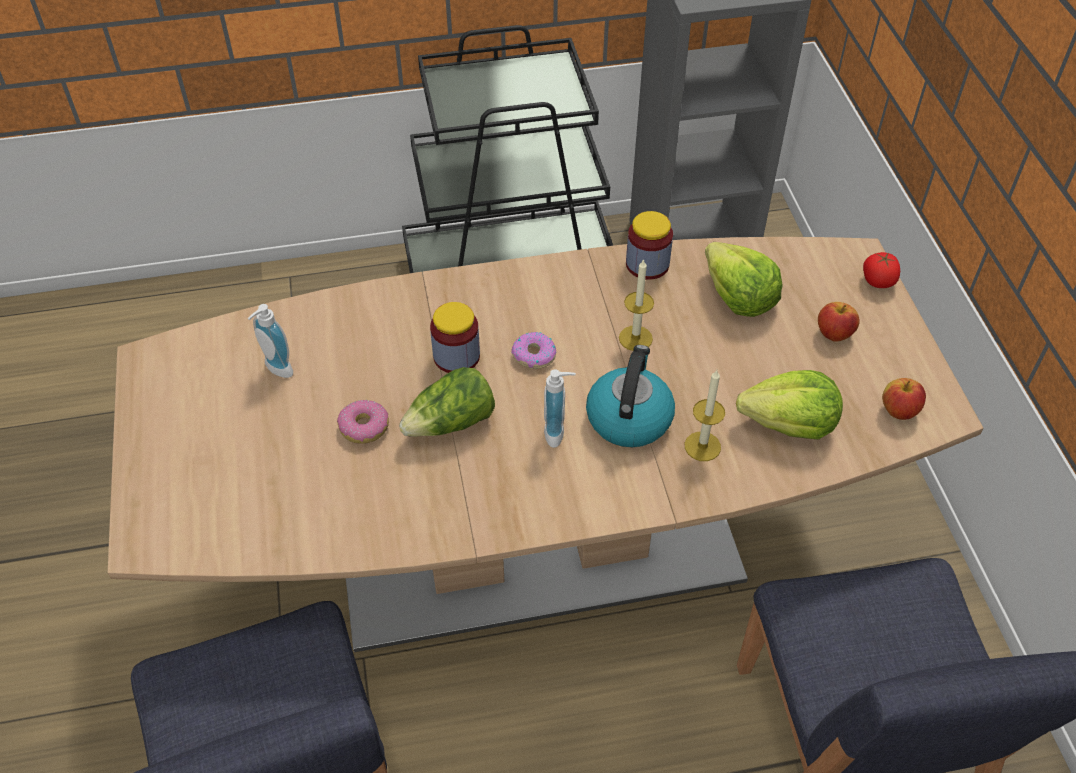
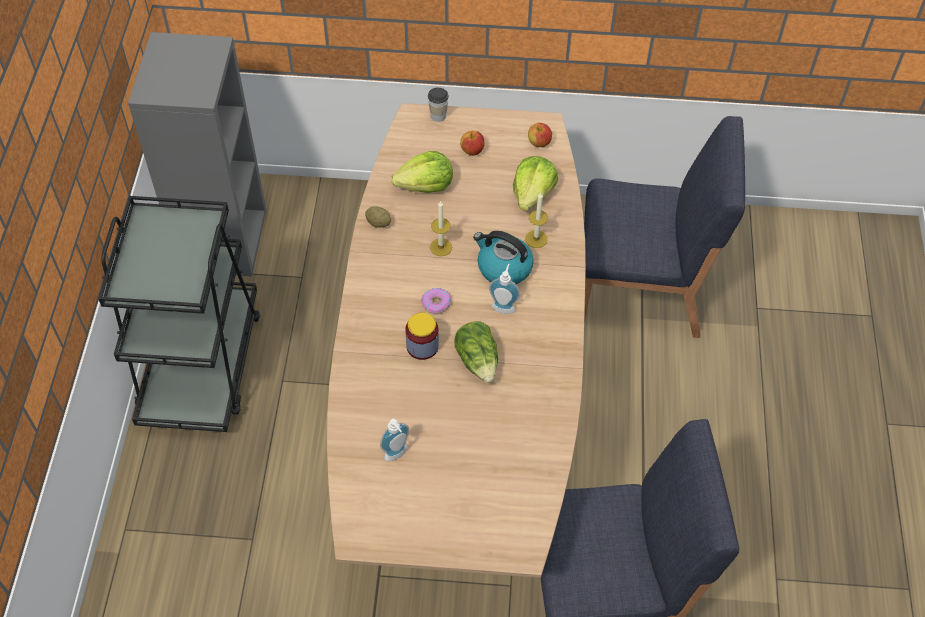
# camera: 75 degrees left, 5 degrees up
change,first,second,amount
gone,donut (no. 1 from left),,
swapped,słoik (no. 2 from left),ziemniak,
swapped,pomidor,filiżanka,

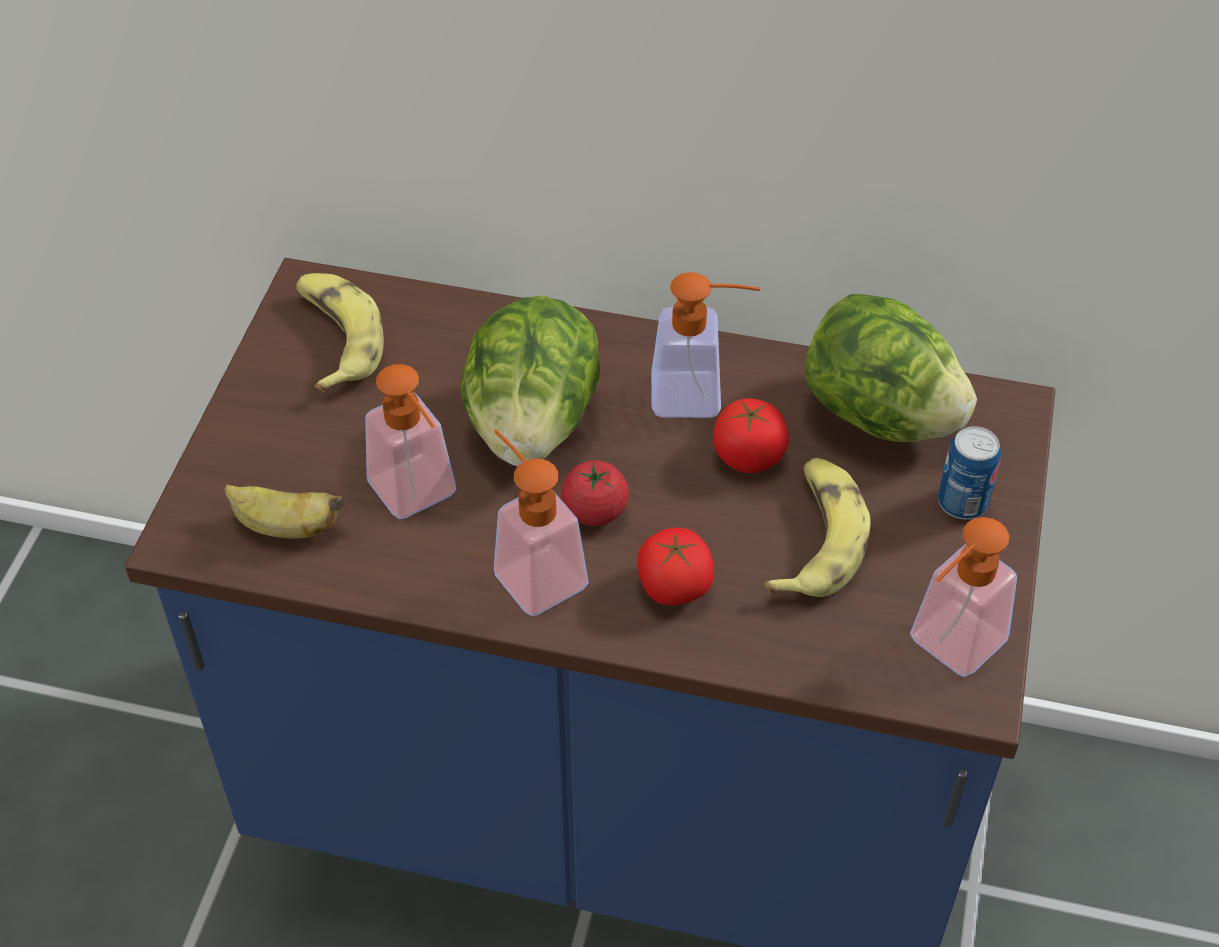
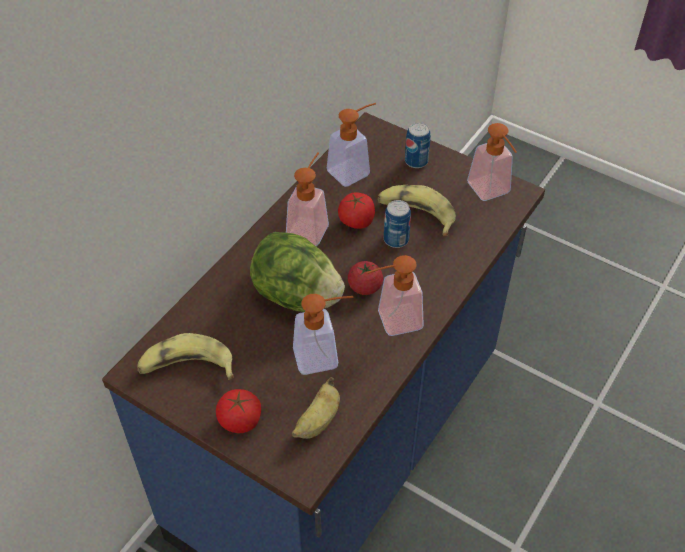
# camera: 70 degrees left, 0 degrees up
change,first,second,amount
new,,puszka (no. 1 from left),
shifted,pomidor (no. 2 from left in the first image),pomidor (no. 1 from left),
swapped,sałata (no. 2 from left),dozownik mydła (no. 3 from left),

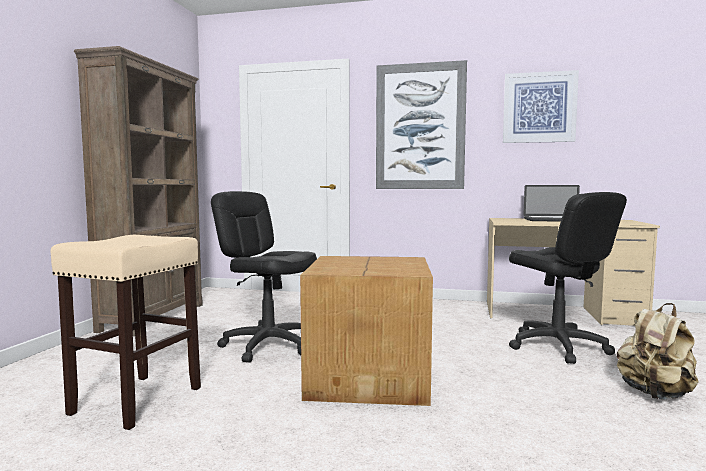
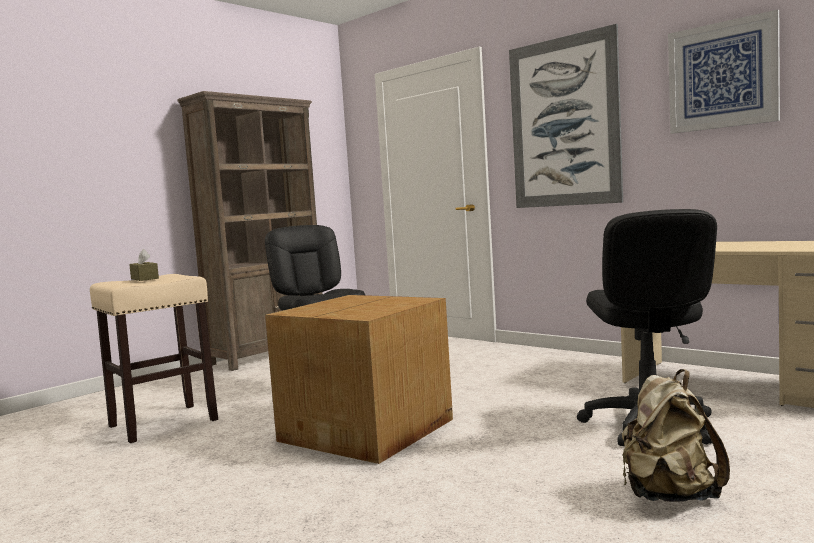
# camera: 30 degrees right, 0 degrees up
change,first,second,amount
gone,laptop,,
new,,pudełko chusteczek (brązowy),

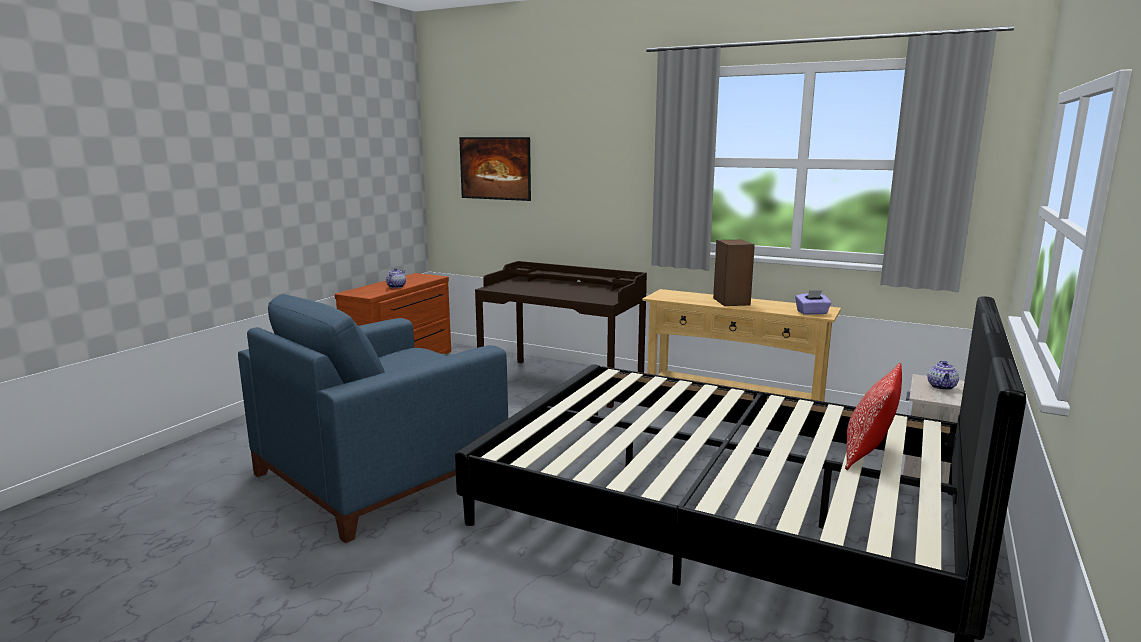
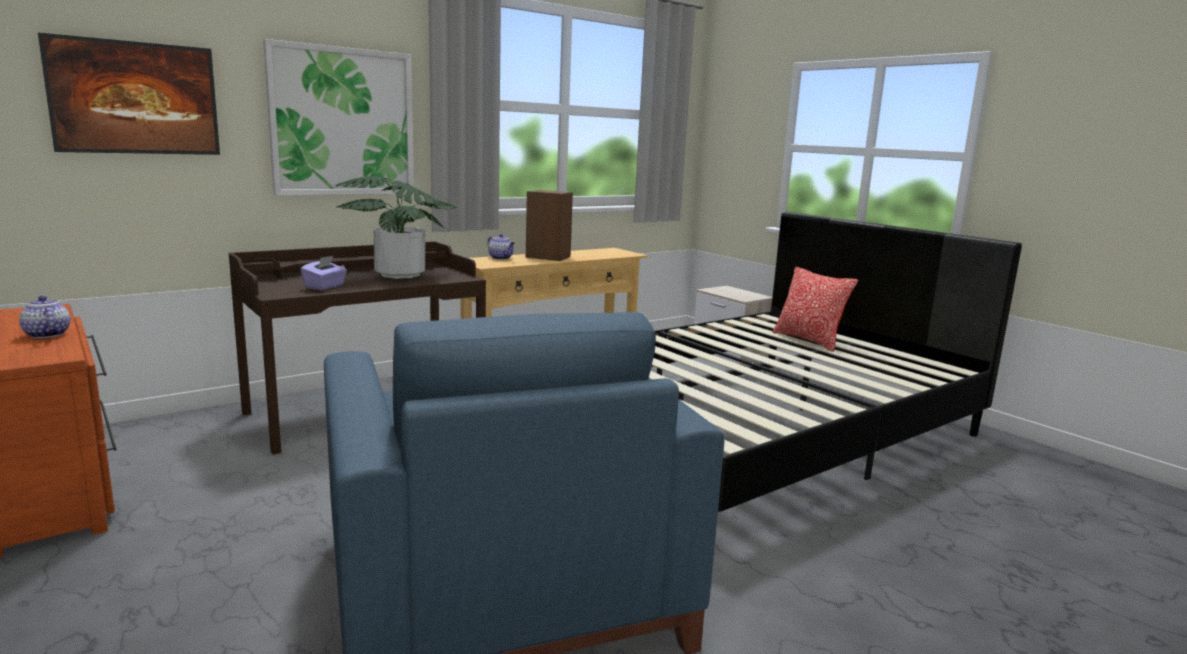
# camera: 65 degrees left, 0 degrees up
change,first,second,amount
new,,obraz (no. 2 from left),
new,,roślina doniczkowa,
shifted,pudełko chusteczek (fioletowy),,
shifted,imbryk (no. 2 from left),,

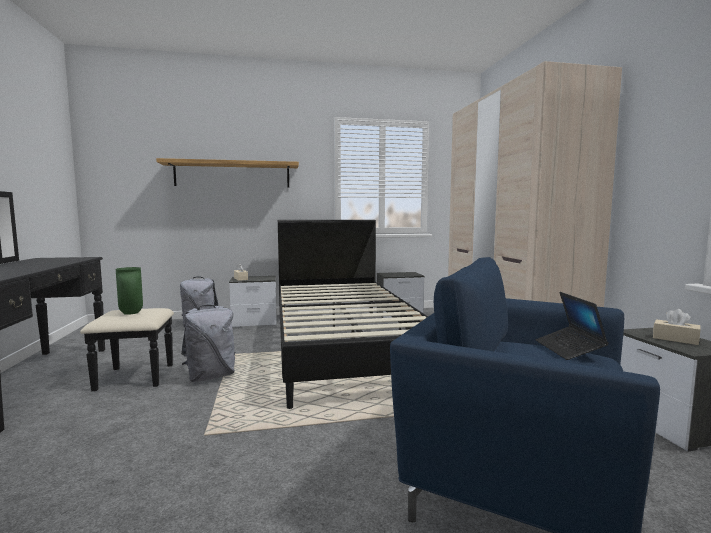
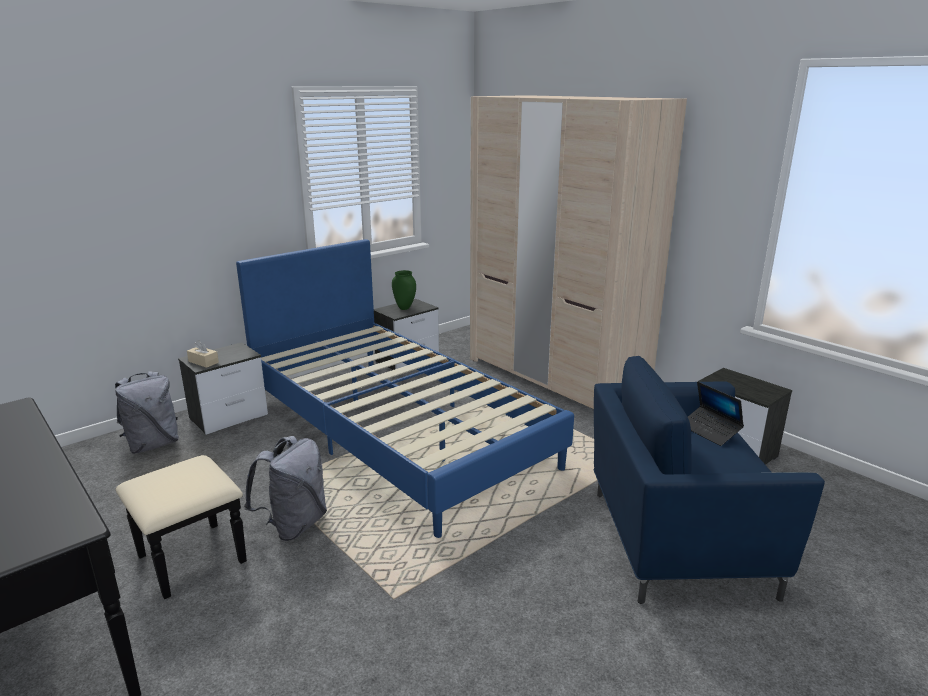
# camera: 30 degrees left, 15 degrees up
change,first,second,amount
gone,półka,,
gone,pudełko chusteczek (beżowy) (no. 2 from left),,
shifted,wazon (zielony),,
repainted,łóżko (czarny),łóżko (niebieski),

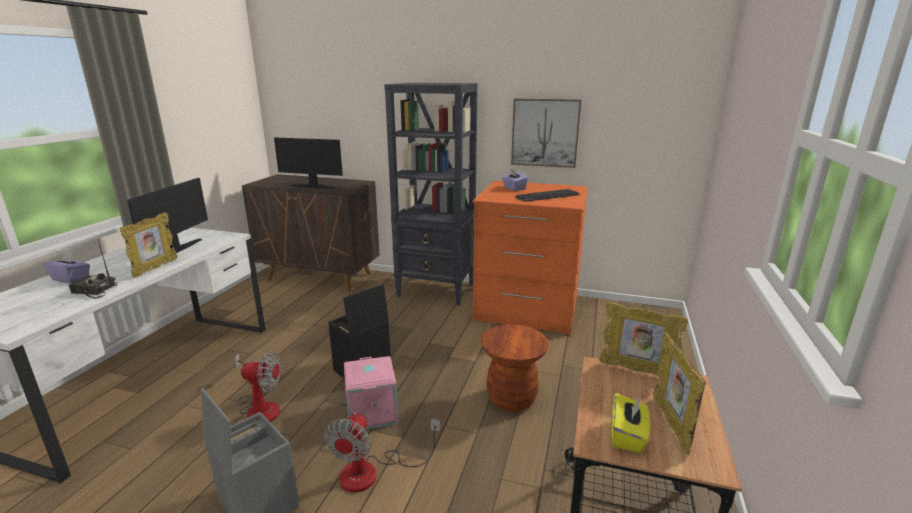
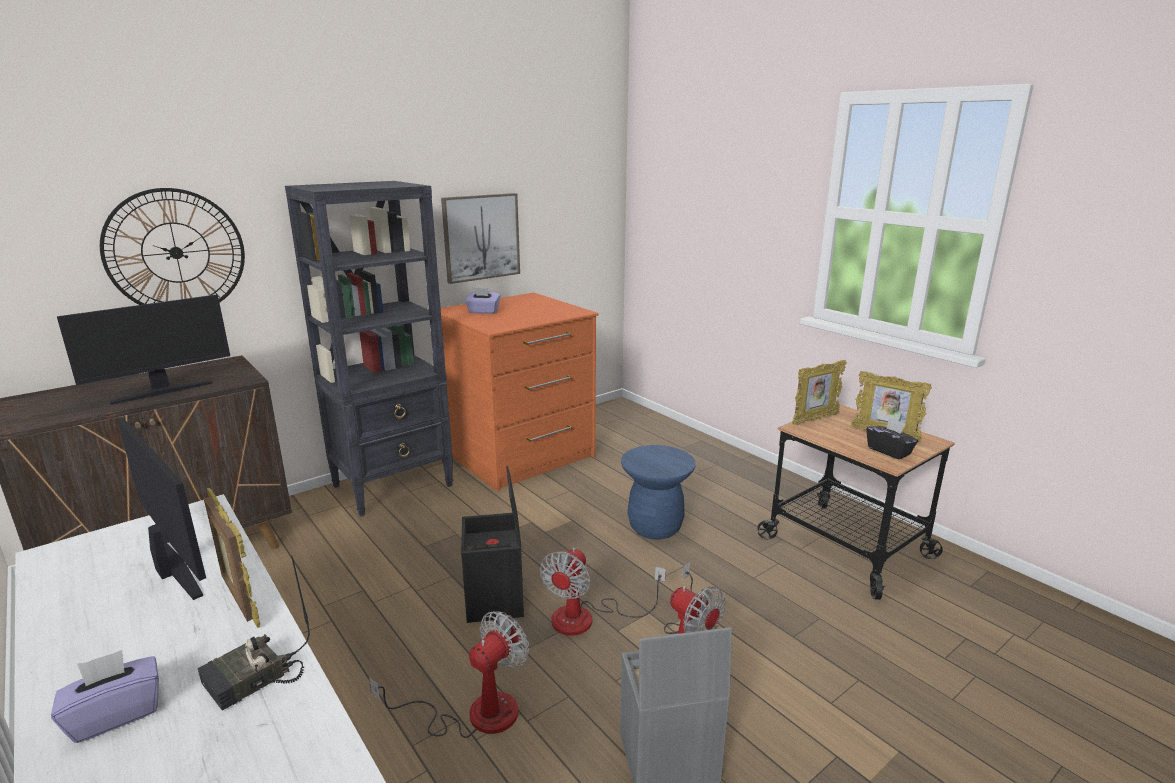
# camera: 55 degrees left, 0 degrees up
change,first,second,amount
gone,klawiatura,,
new,,zegar ścienny,
swapped,pojemnik do przechowywania (różowy),wentylator (no. 2 from left),
repainted,stołek (brązowy),stołek (niebieski),
repainted,pudełko chusteczek (żółty),pudełko chusteczek (czarny),

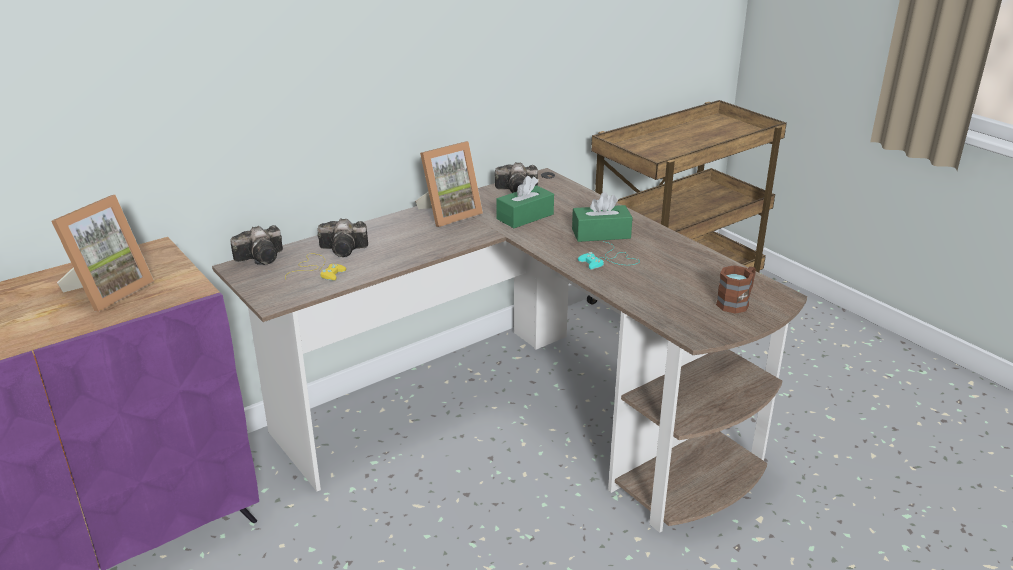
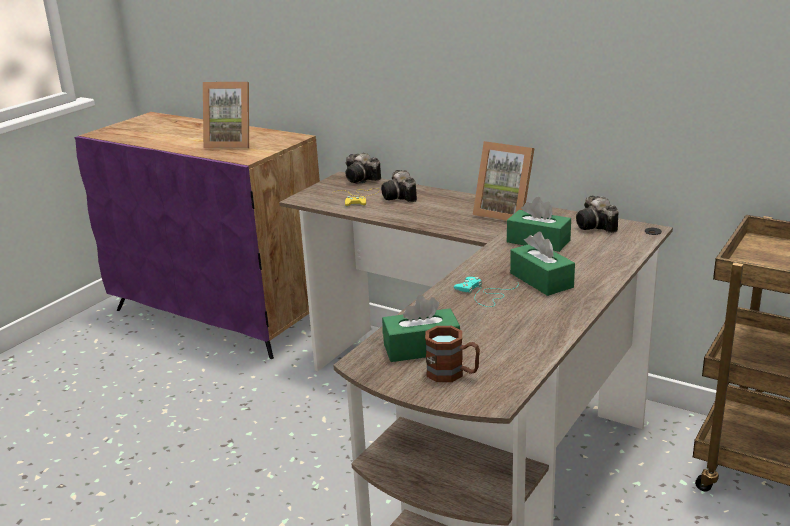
# camera: 70 degrees right, 5 degrees down
change,first,second,amount
new,,pudełko chusteczek (zielony) (no. 1 from left),

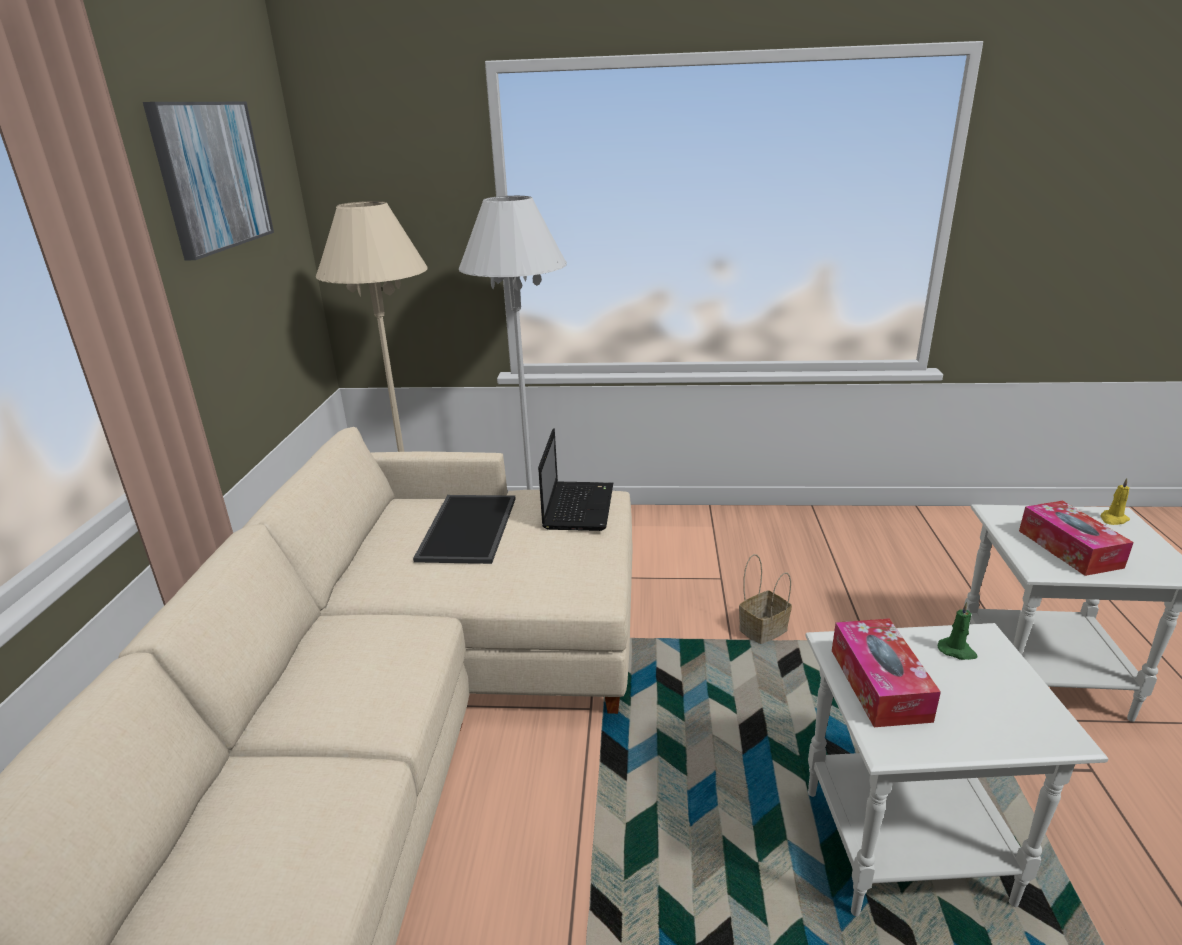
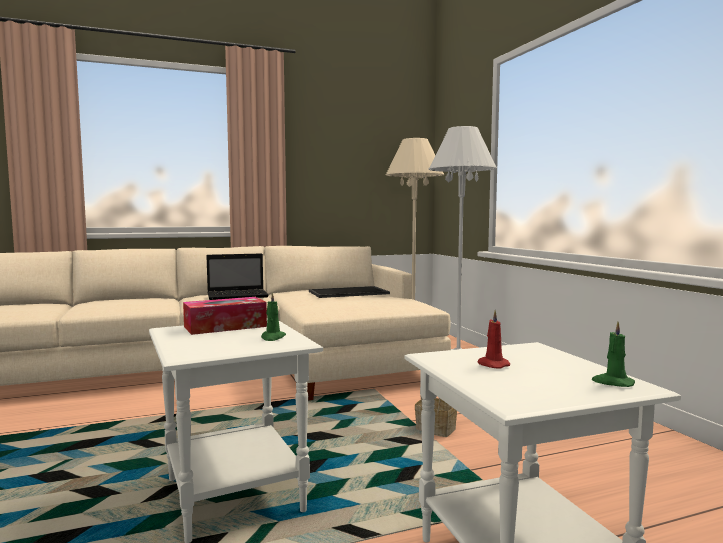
# camera: 65 degrees right, 20 degrees down
change,first,second,amount
gone,obraz,,
shifted,laptop,,
swapped,pudełko chusteczek (no. 2 from left),świeca (czerwony),
repainted,świeca (żółty),świeca (zielony) (no. 2 from left),

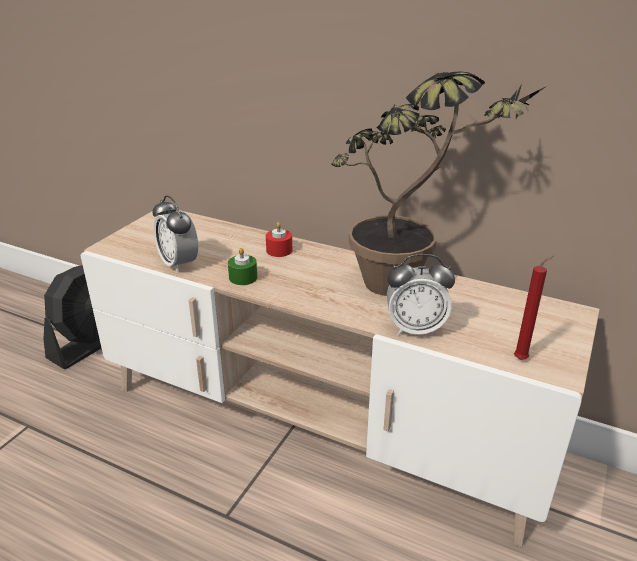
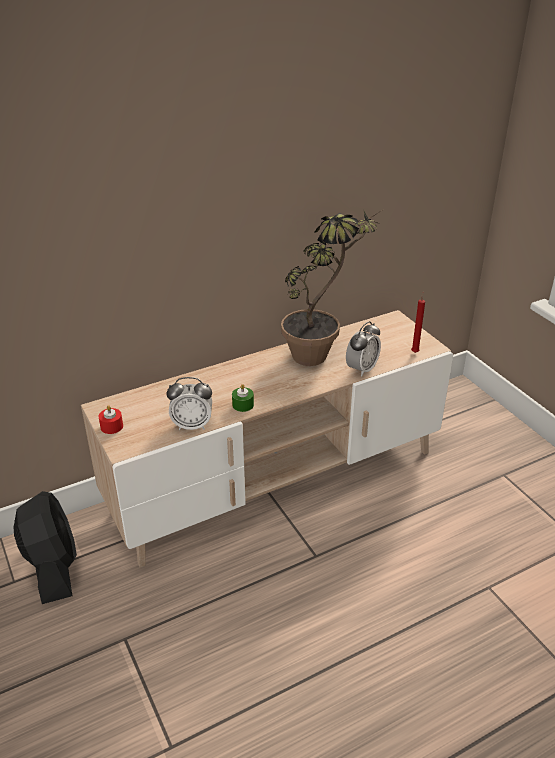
# camera: 55 degrees left, 5 degrees up
change,first,second,amount
shifted,świeca (czerwony) (no. 1 from left),,

